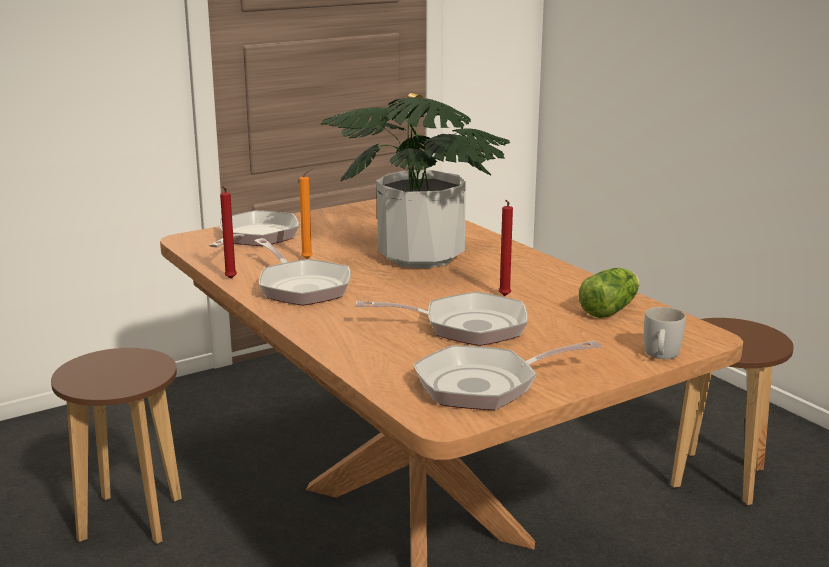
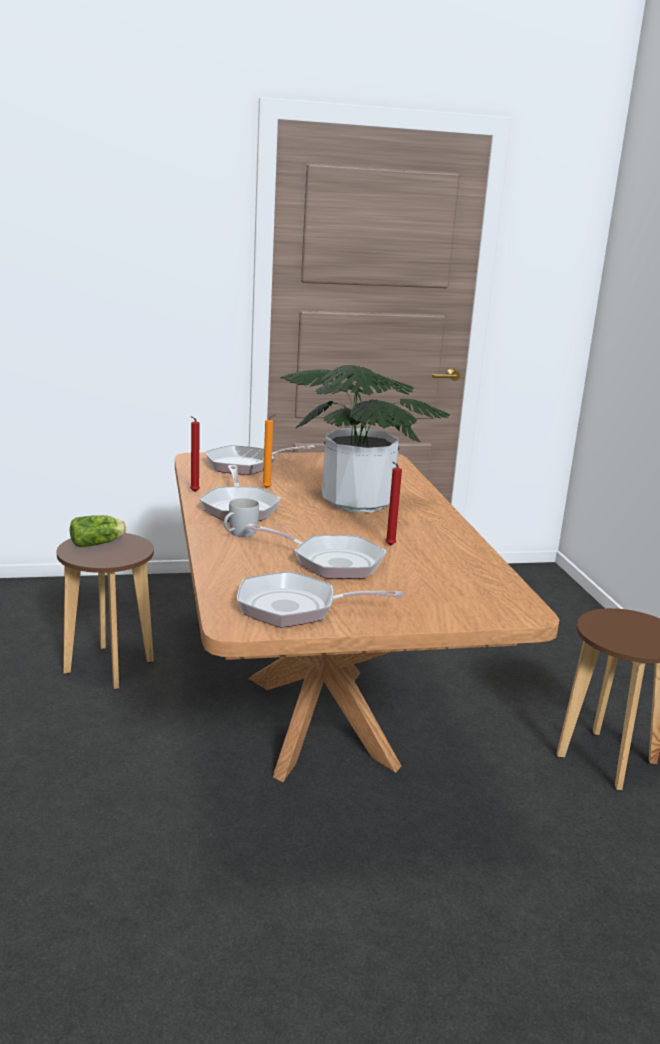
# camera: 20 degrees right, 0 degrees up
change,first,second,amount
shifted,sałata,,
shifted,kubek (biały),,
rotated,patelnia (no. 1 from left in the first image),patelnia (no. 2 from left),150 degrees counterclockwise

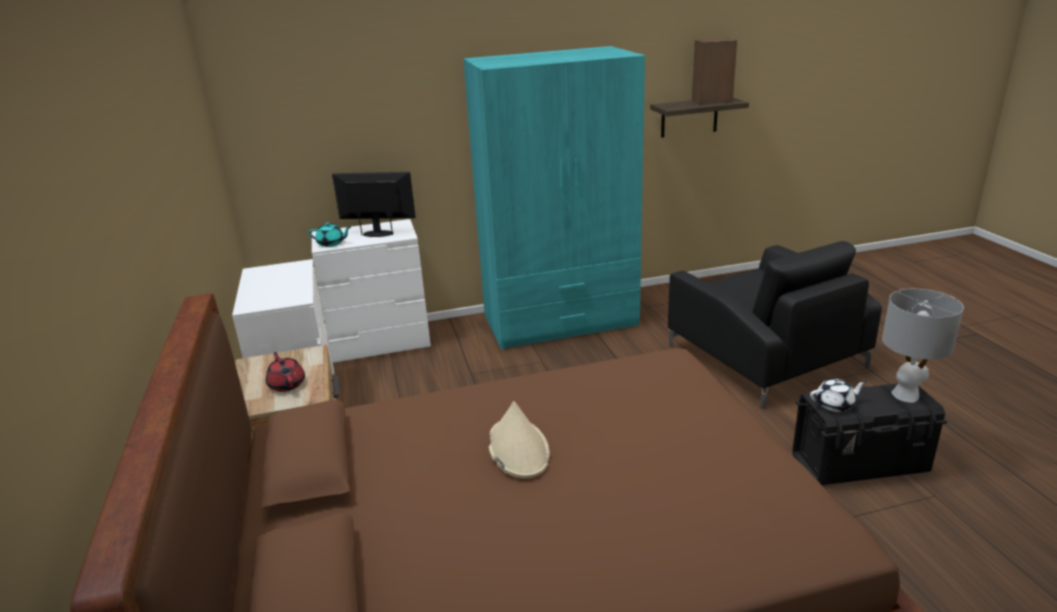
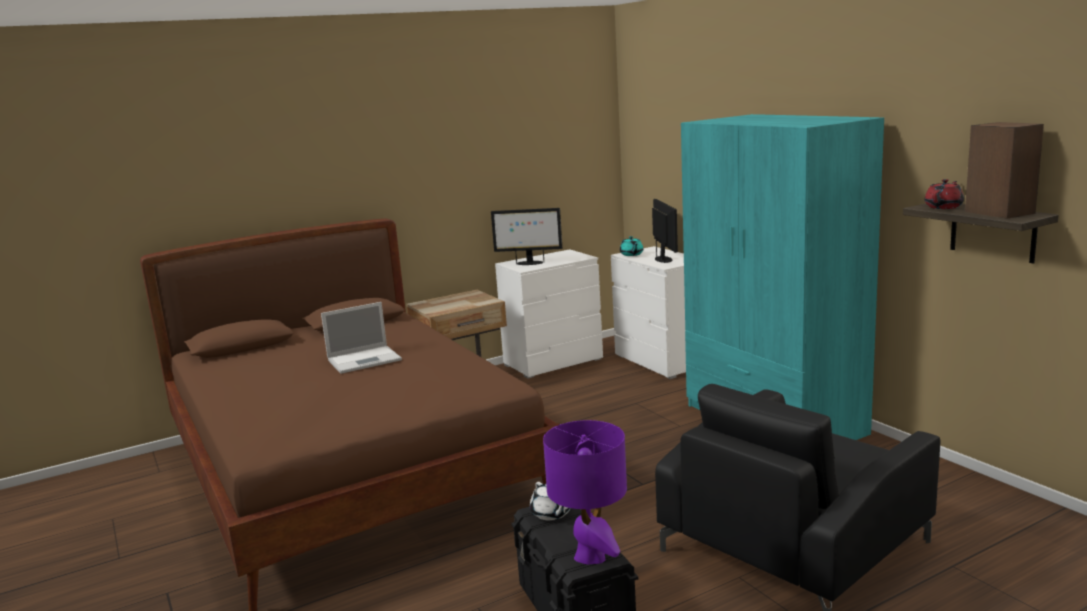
# camera: 75 degrees right, 10 degrees down
change,first,second,amount
new,,monitor (no. 1 from left),
shifted,imbryk (czerwony),,
swapped,kapelusz (beżowy),laptop,
repainted,lampa stołowa (szary),lampa stołowa (fioletowy),

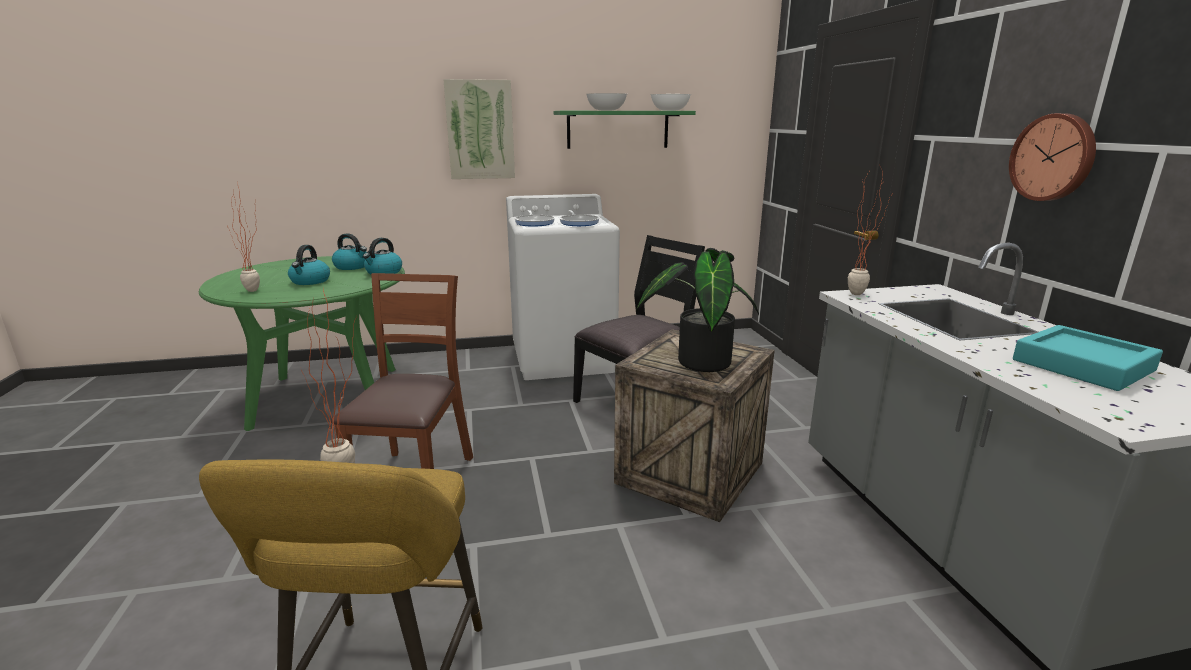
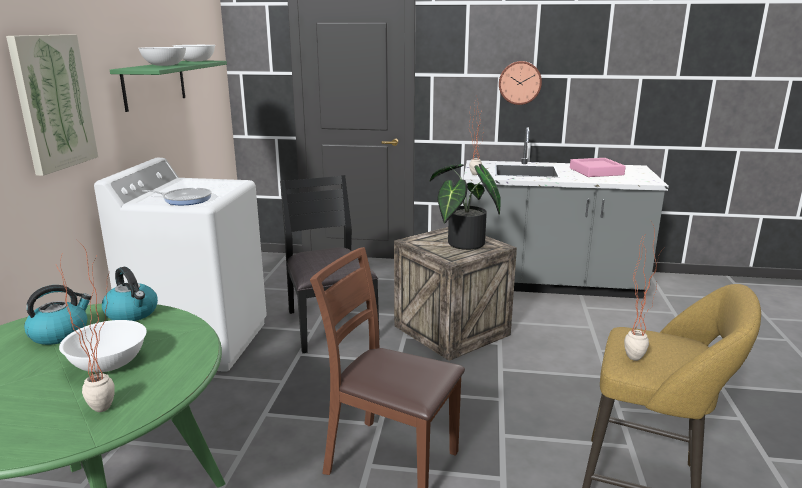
# camera: 70 degrees left, 0 degrees up
change,first,second,amount
gone,patelnia (no. 2 from left),,
swapped,czajnik (no. 1 from left),miska (biały) (no. 1 from left),
repainted,taca (turkusowy),taca (różowy),

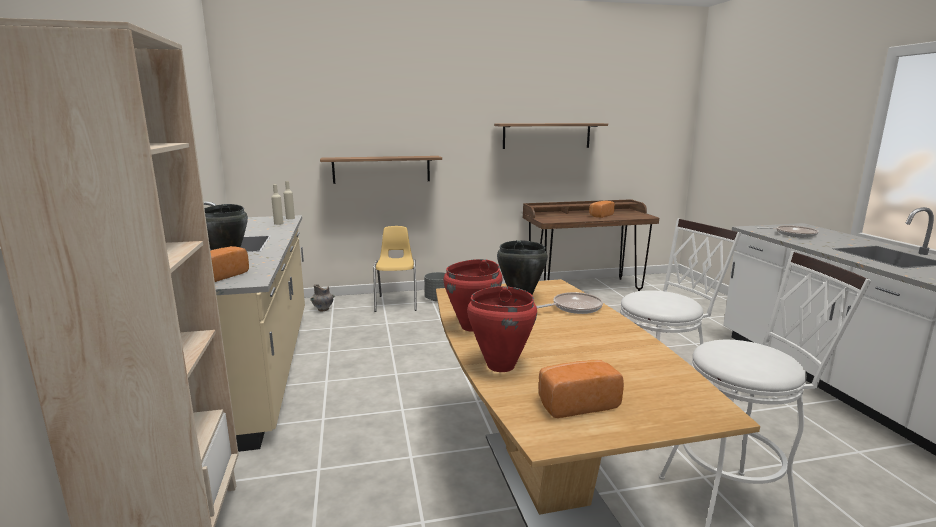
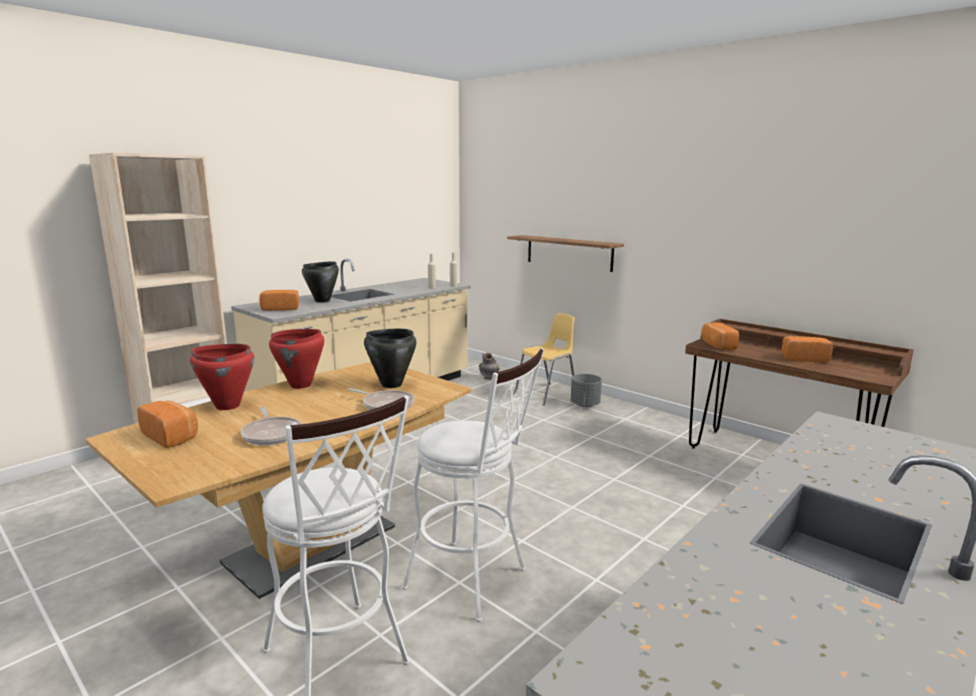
# camera: 55 degrees right, 0 degrees up
change,first,second,amount
gone,półka (no. 2 from left),,
new,,chleb (no. 3 from left),
shifted,patelnia (no. 2 from left in the first image),patelnia (no. 1 from left),

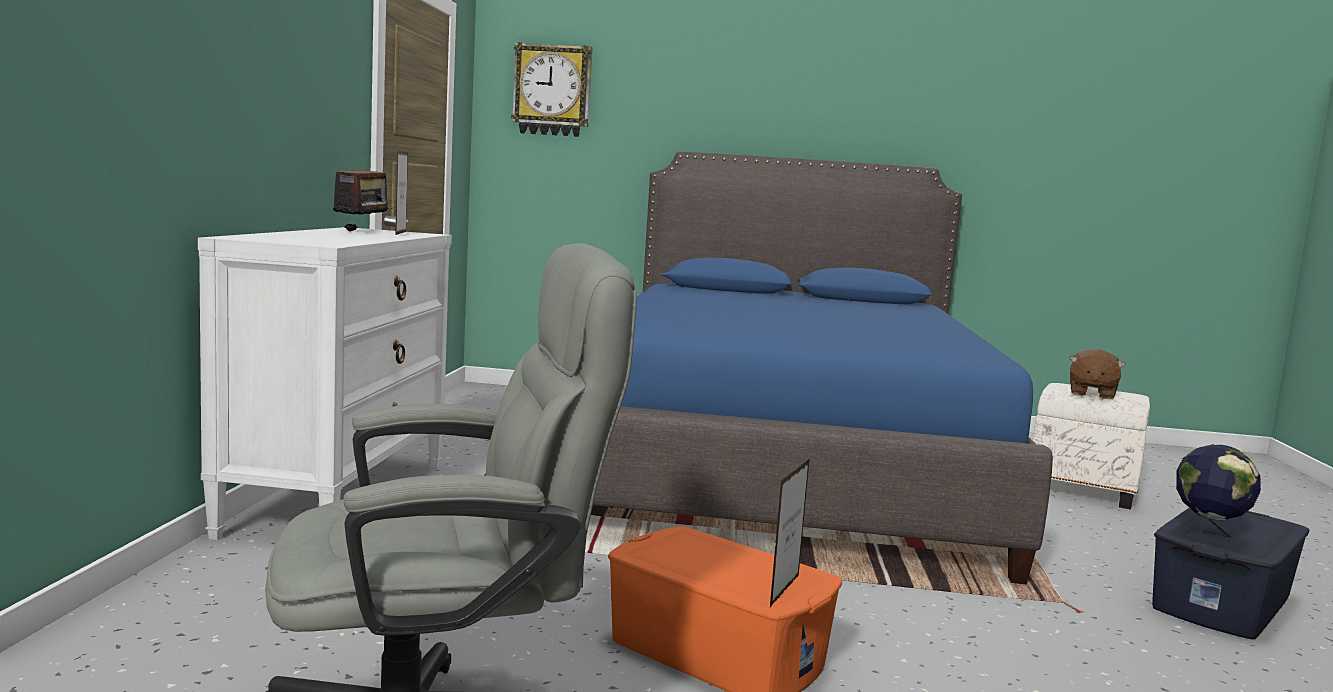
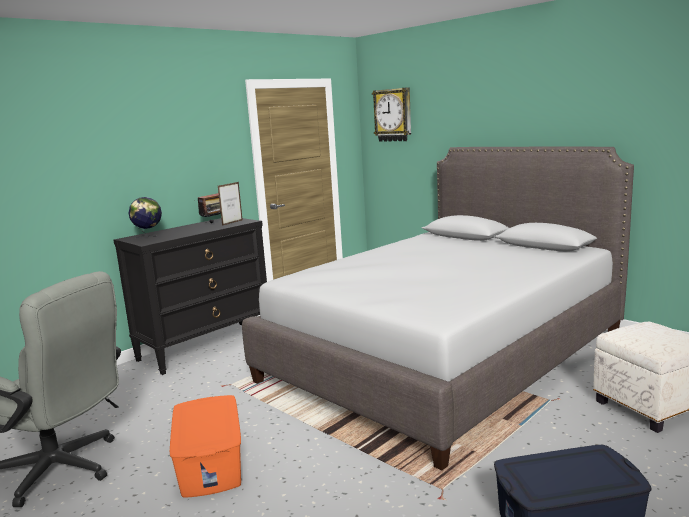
# camera: 40 degrees right, 5 degrees up
change,first,second,amount
gone,ramka na zdjęcie (no. 2 from left),,
gone,pluszak (brązowy),,
shifted,globus,,
repainted,komoda (biały),komoda (czarny),
repainted,łóżko (niebieski),łóżko (szary),

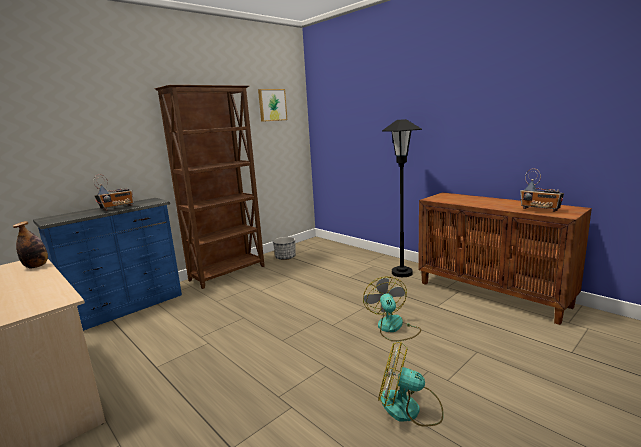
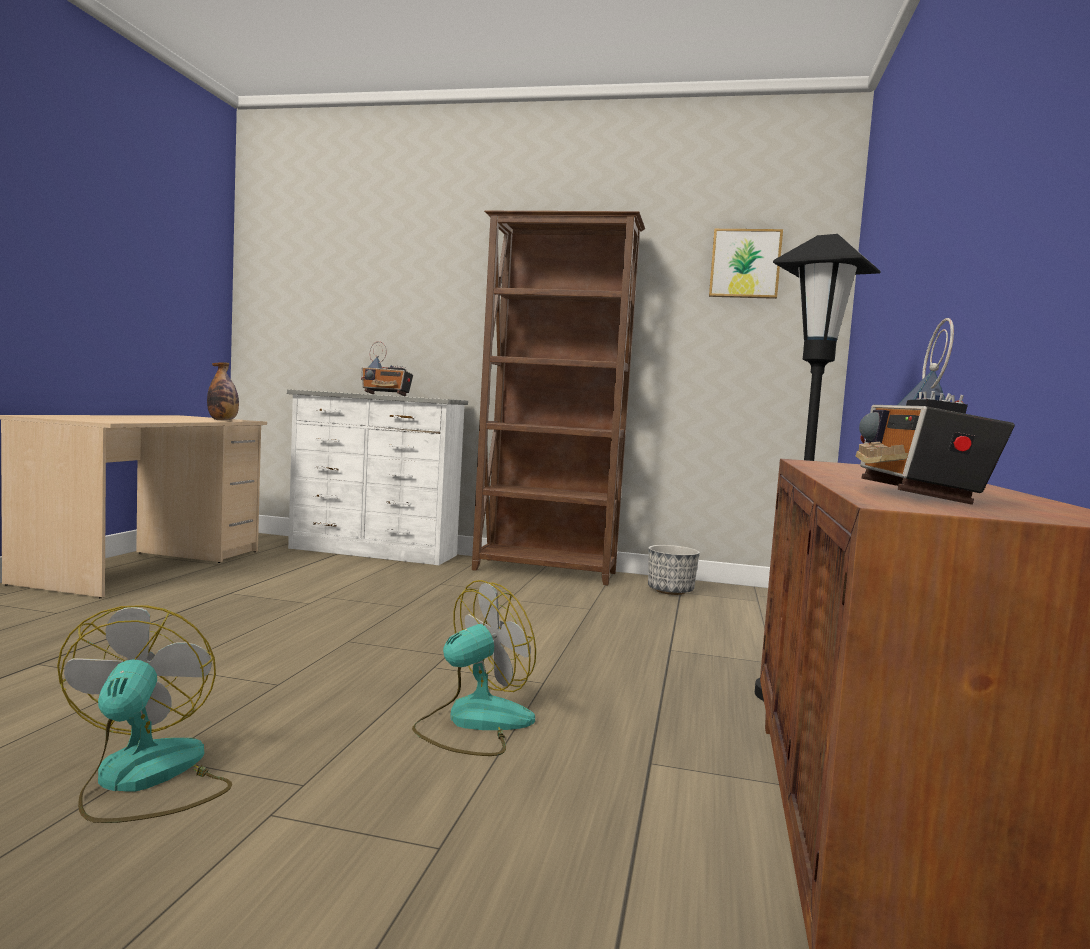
# camera: 55 degrees right, 10 degrees down
change,first,second,amount
repainted,komoda (niebieski),komoda (biały),

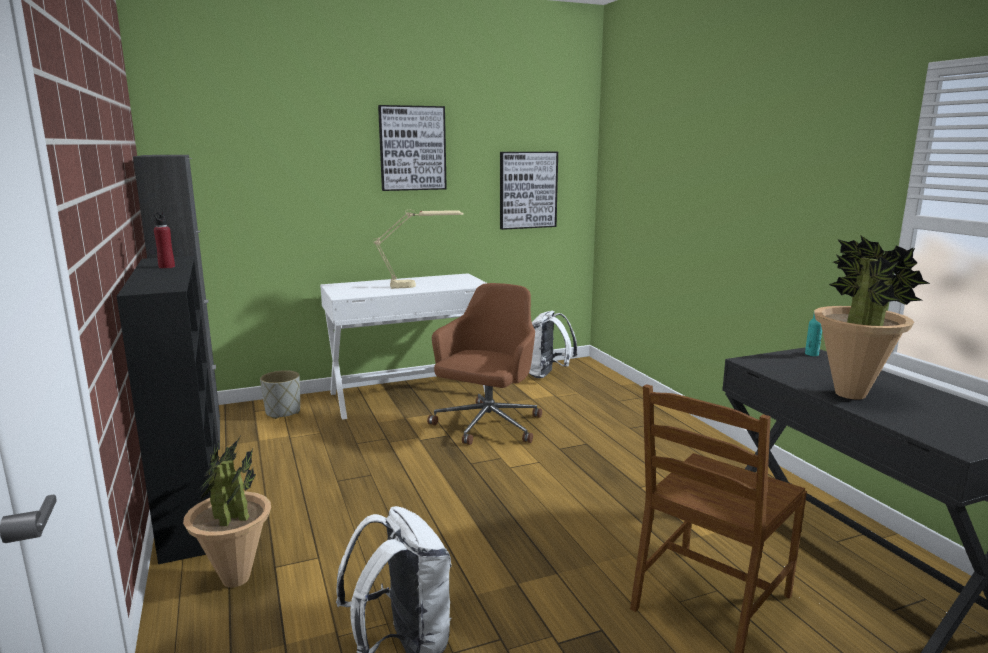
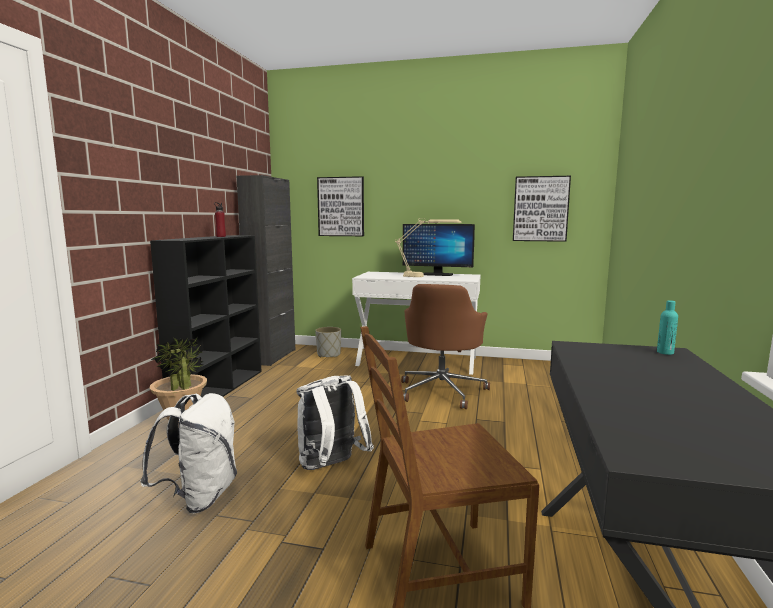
# camera: 35 degrees right, 5 degrees down
change,first,second,amount
gone,roślina doniczkowa (no. 2 from left),,
new,,monitor,
shifted,obraz (no. 1 from left),,
shifted,plecak (biały) (no. 2 from left),,
rotated,krzesło biurowe (brązowy),,135 degrees clockwise

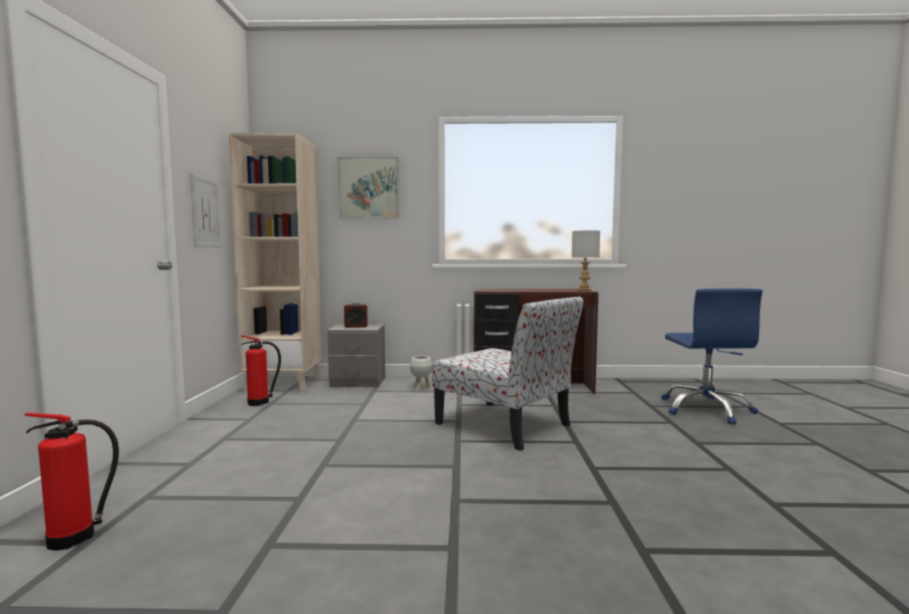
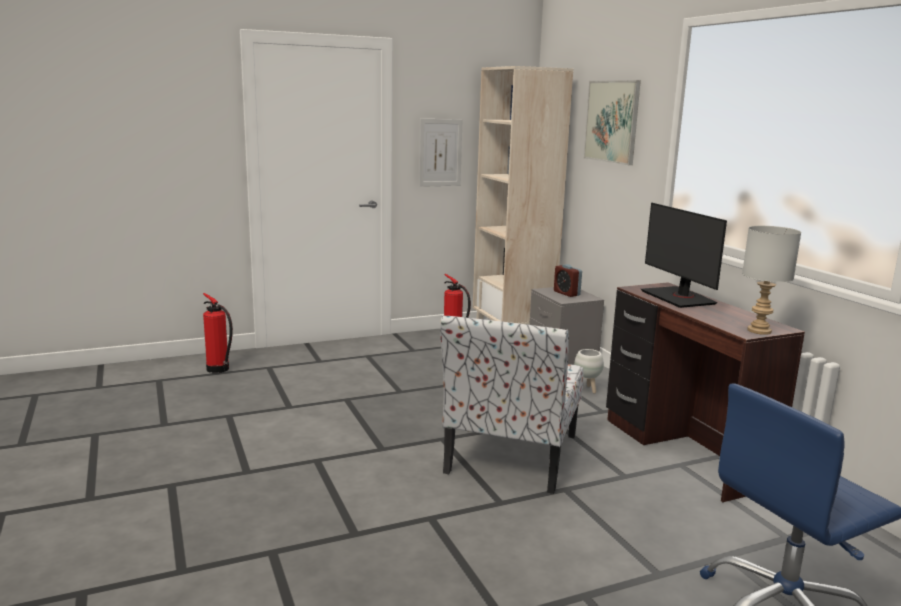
# camera: 65 degrees right, 10 degrees up
change,first,second,amount
new,,monitor,

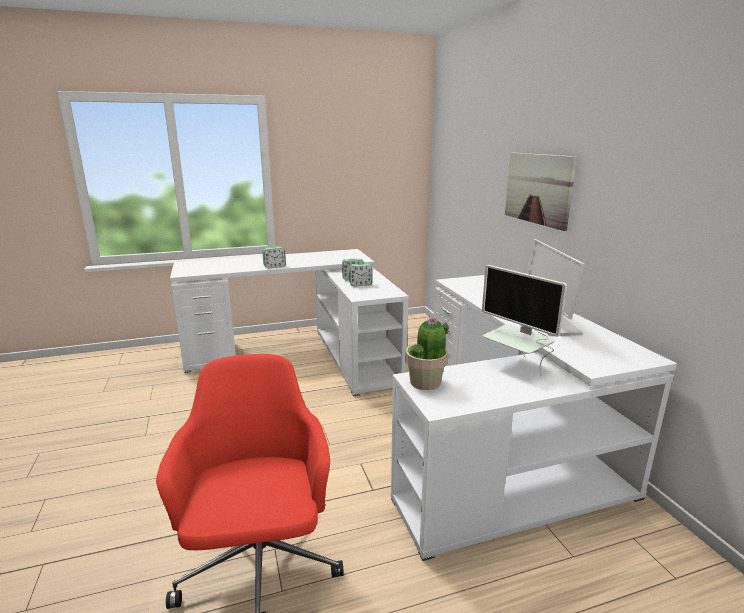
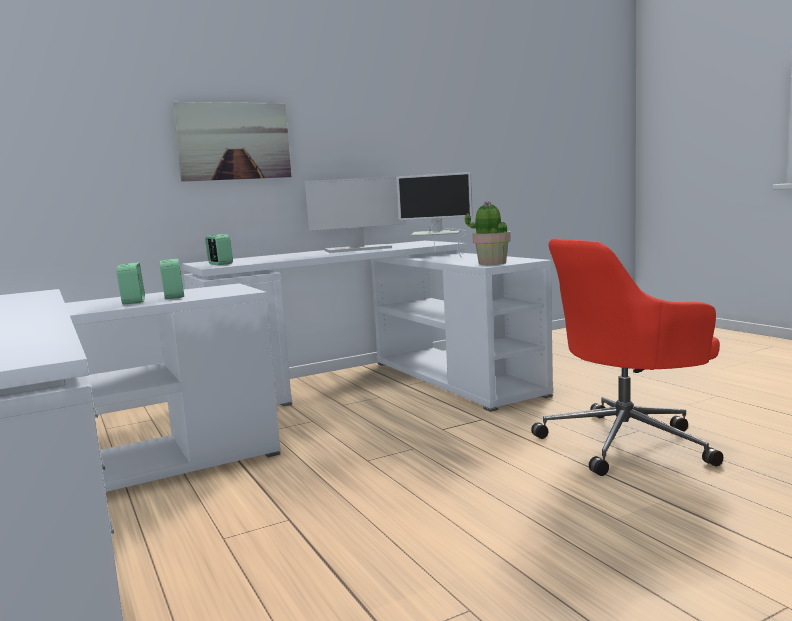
# camera: 100 degrees left, 10 degrees down
change,first,second,amount
shifted,budzik (no. 1 from left in the first image),budzik (no. 3 from left),
rotated,monitor (no. 1 from left in the first image),monitor (no. 2 from left),60 degrees clockwise

